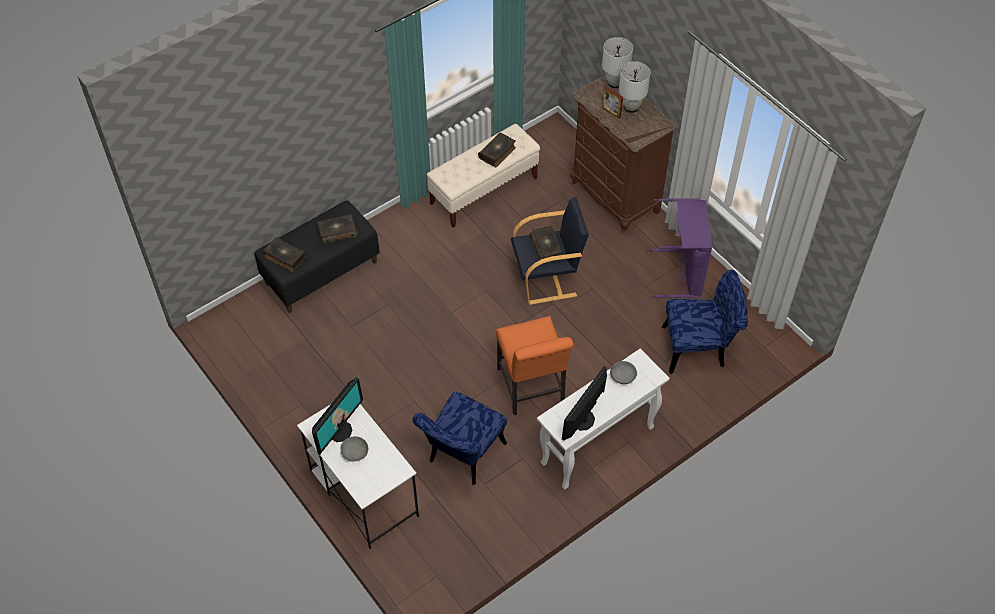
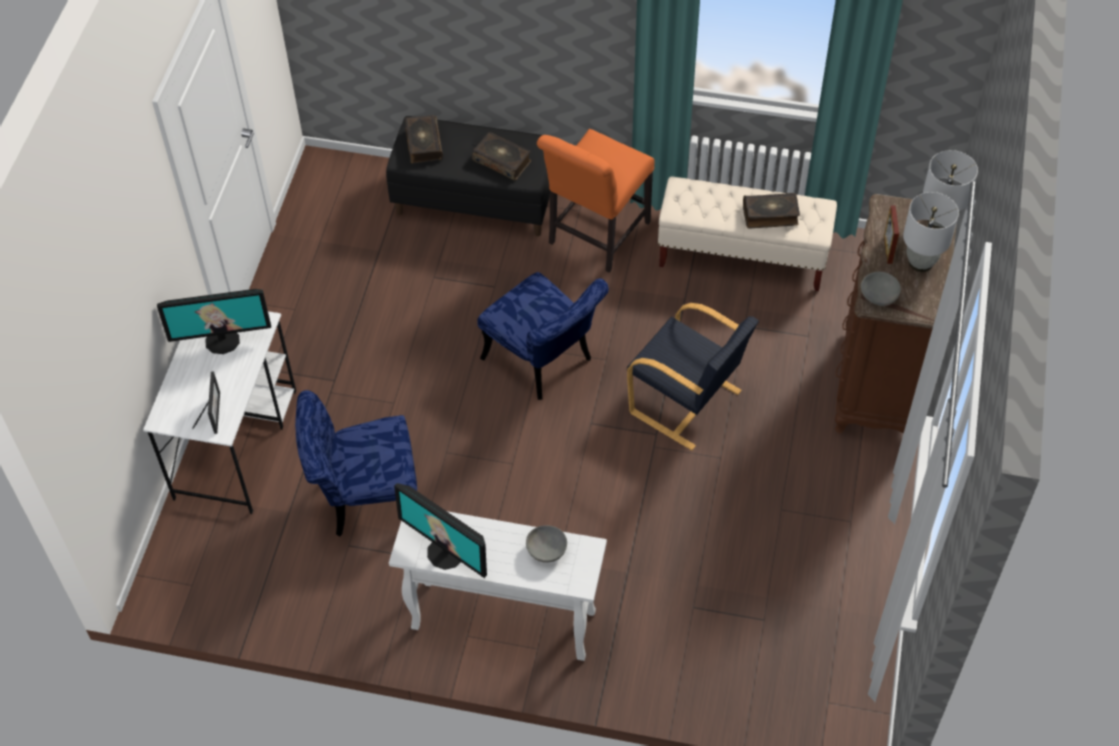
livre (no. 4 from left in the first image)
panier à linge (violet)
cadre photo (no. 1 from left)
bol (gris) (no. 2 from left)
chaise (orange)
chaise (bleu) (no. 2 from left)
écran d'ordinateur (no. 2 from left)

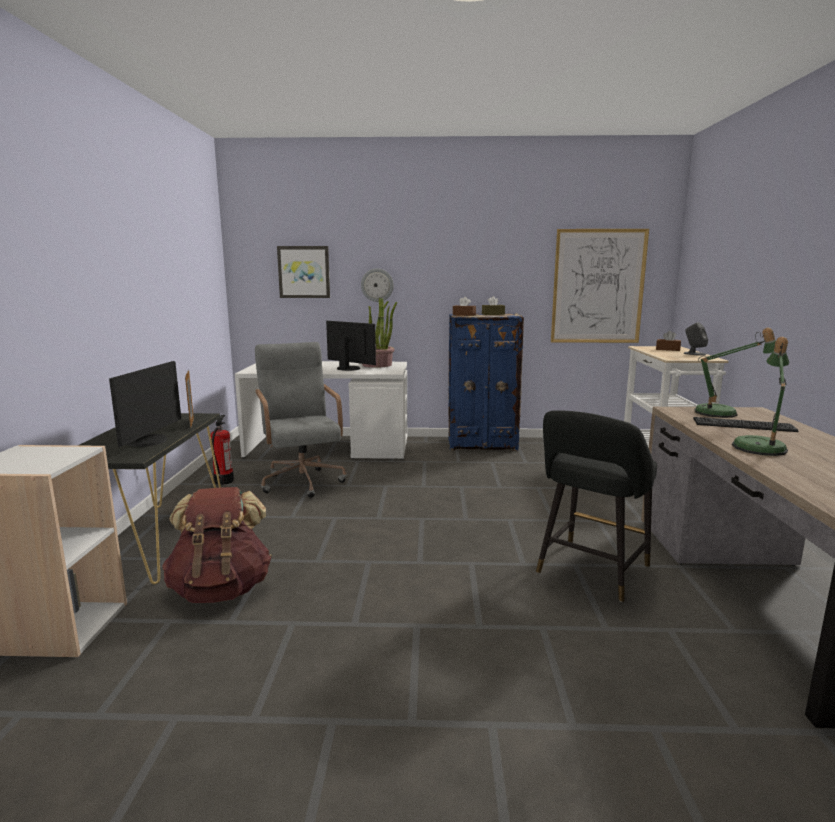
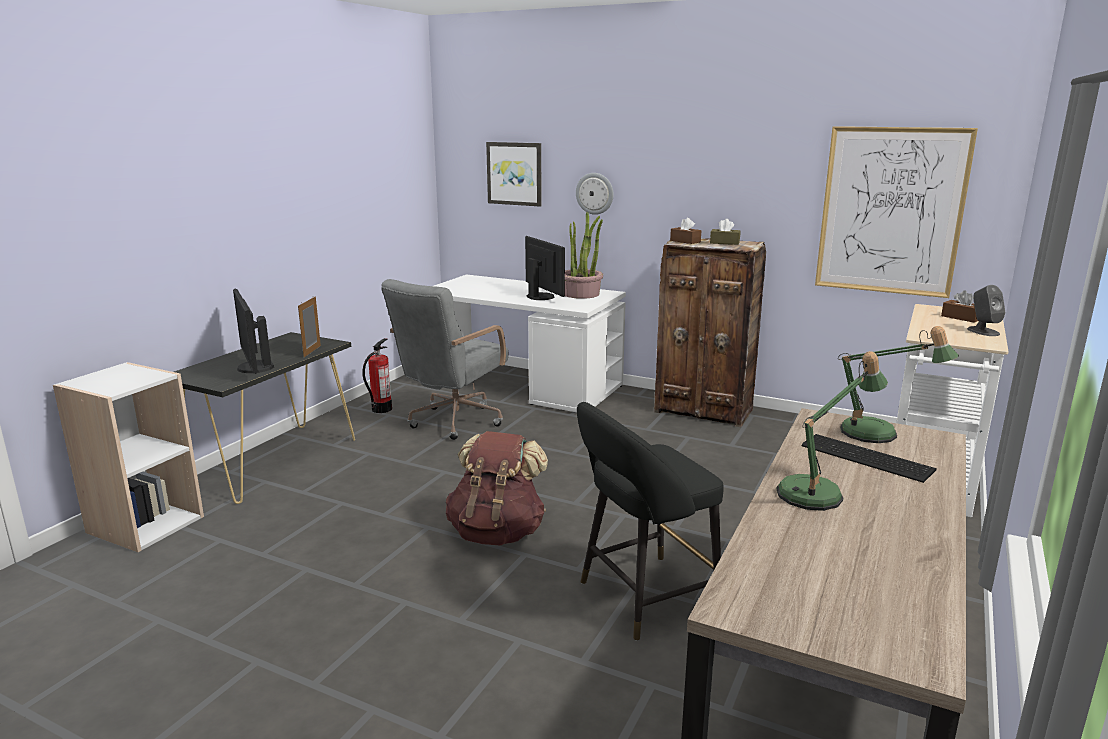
sac à dos (marron)
meuble de rangement (marron)
écran d'ordinateur (no. 1 from left)
chaise de bureau (gris)

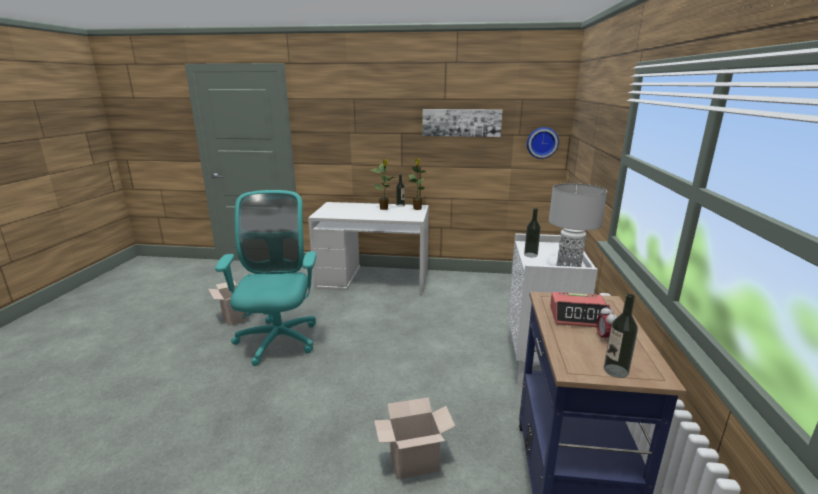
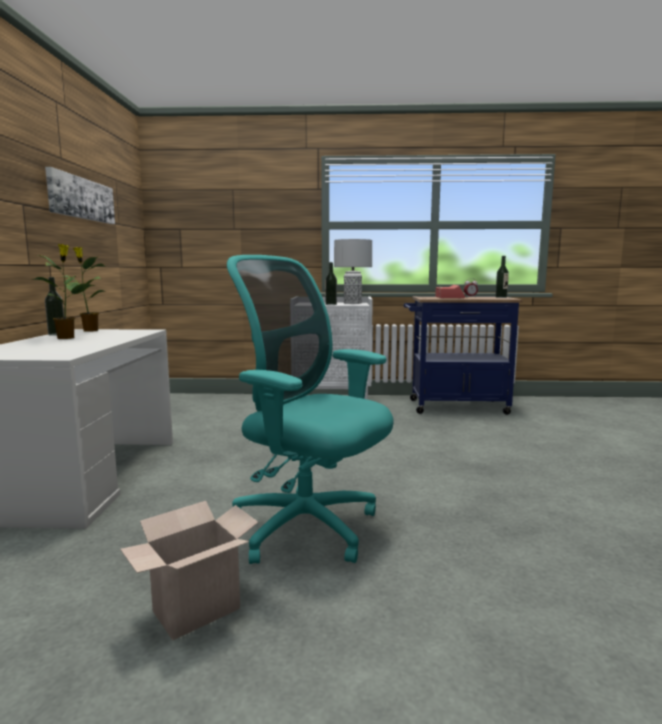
carton (no. 2 from left in the first image)
horloge murale
chaise de bureau (turquoise)

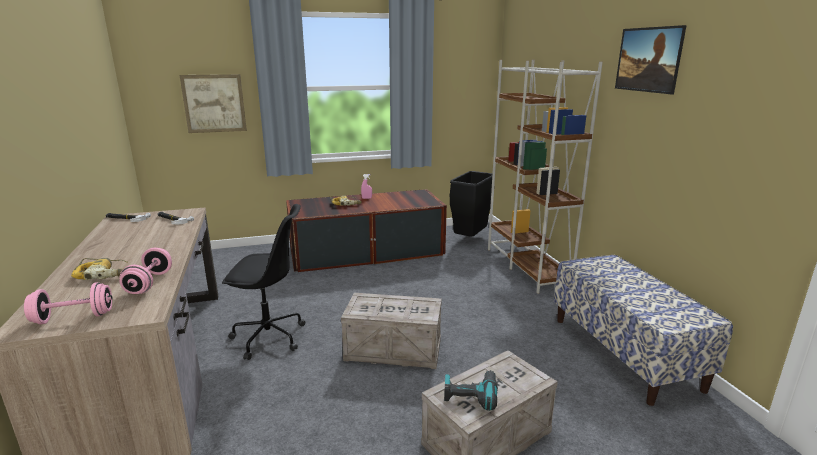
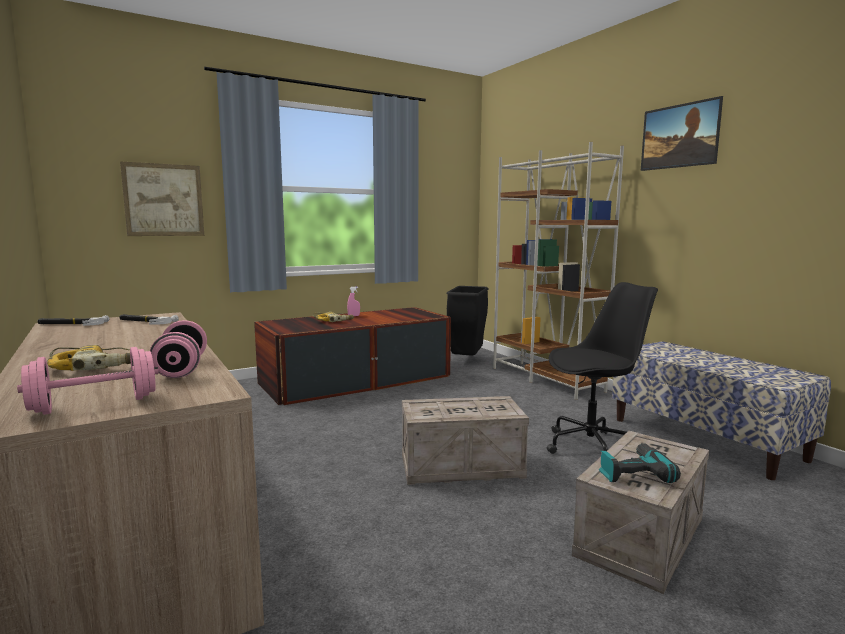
chaise de bureau (noir)

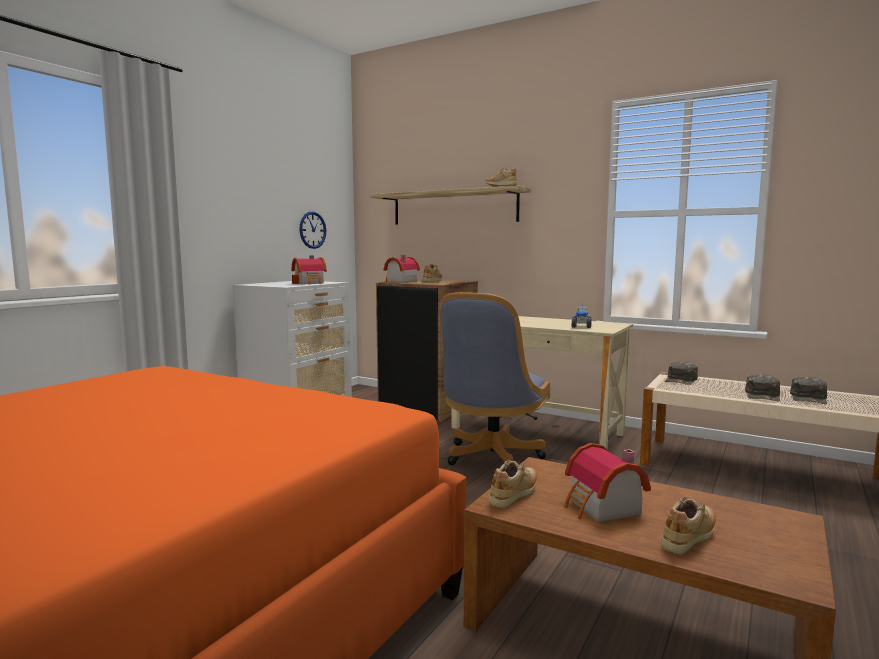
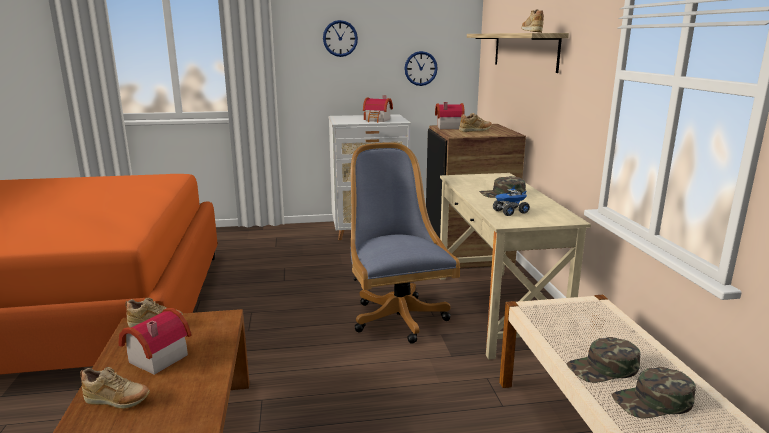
horloge murale (no. 1 from left)
casquette (vert) (no. 1 from left)
chaise de bureau (bleu)

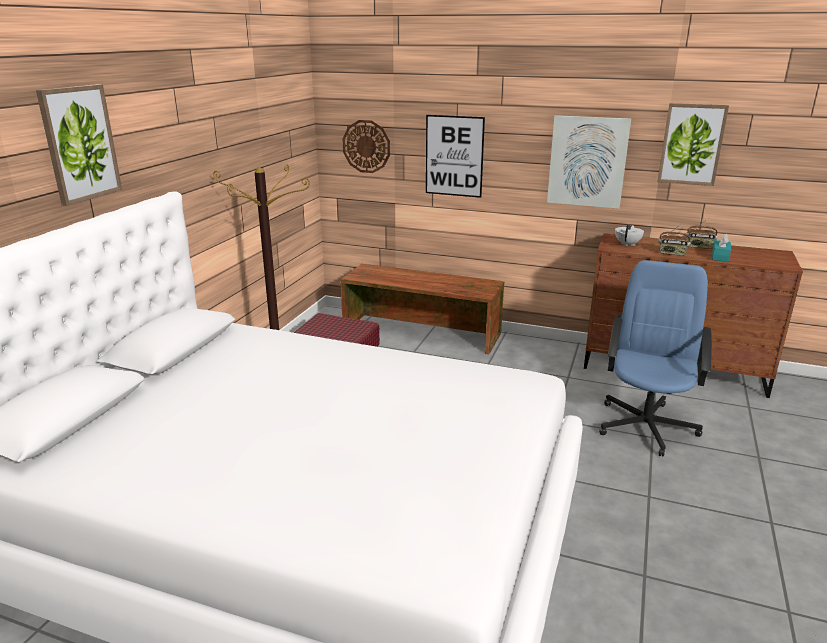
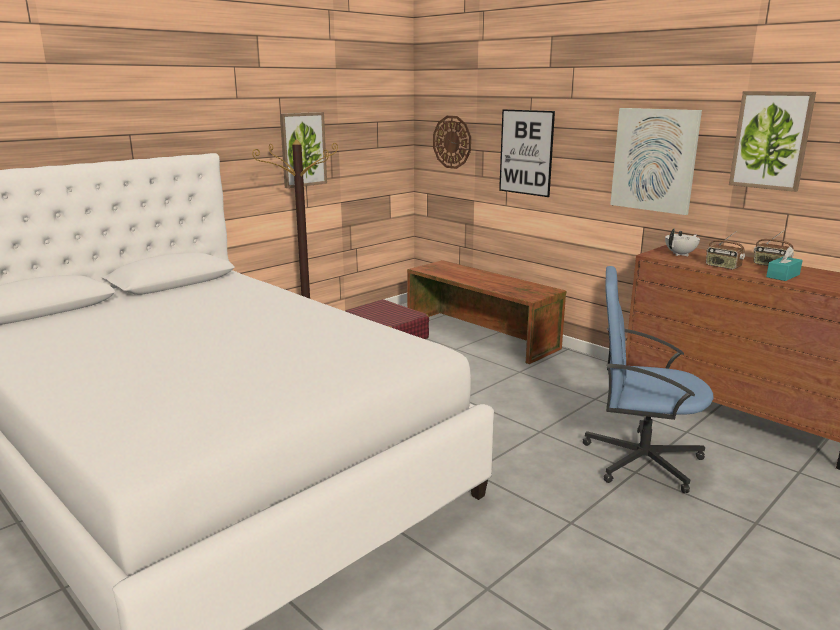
tableau (no. 1 from left)
chaise de bureau (bleu)

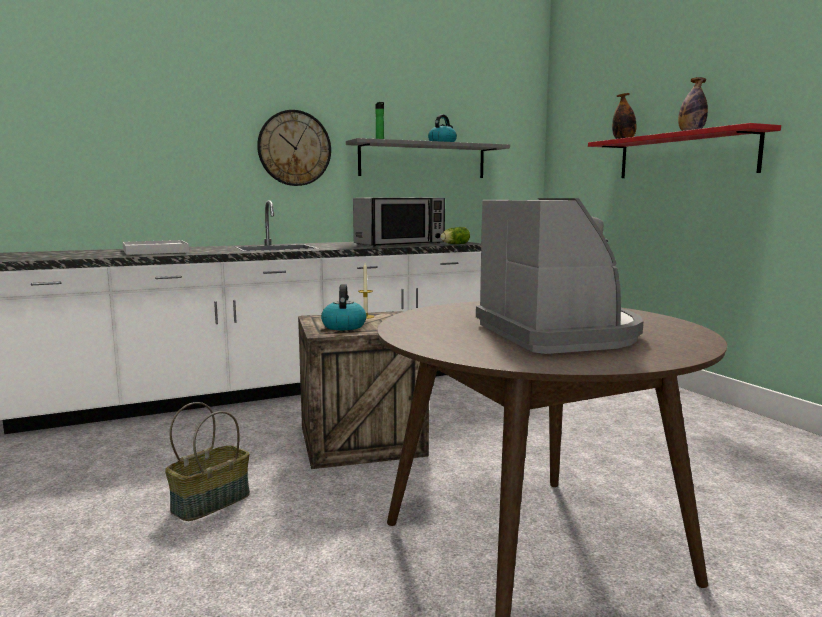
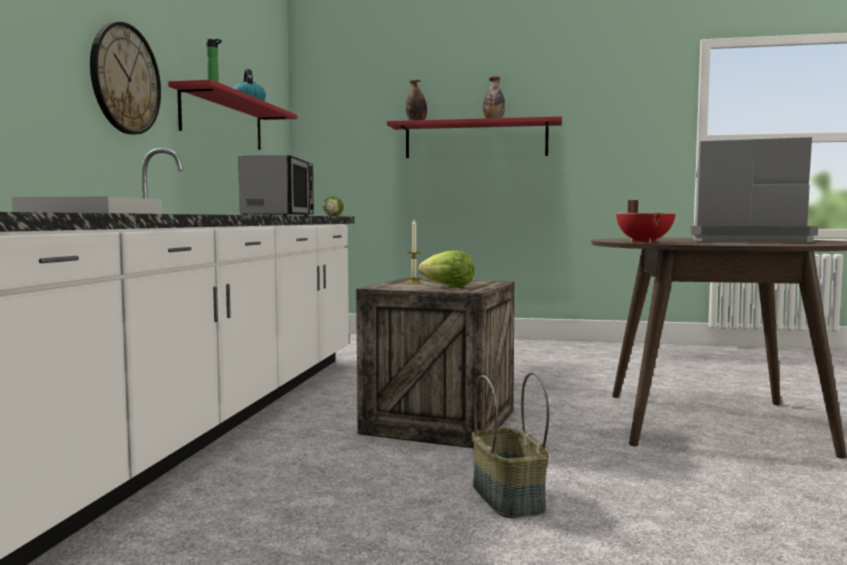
marmite (rouge)
laitue (no. 2 from left)
étagère (rouge) (no. 1 from left)

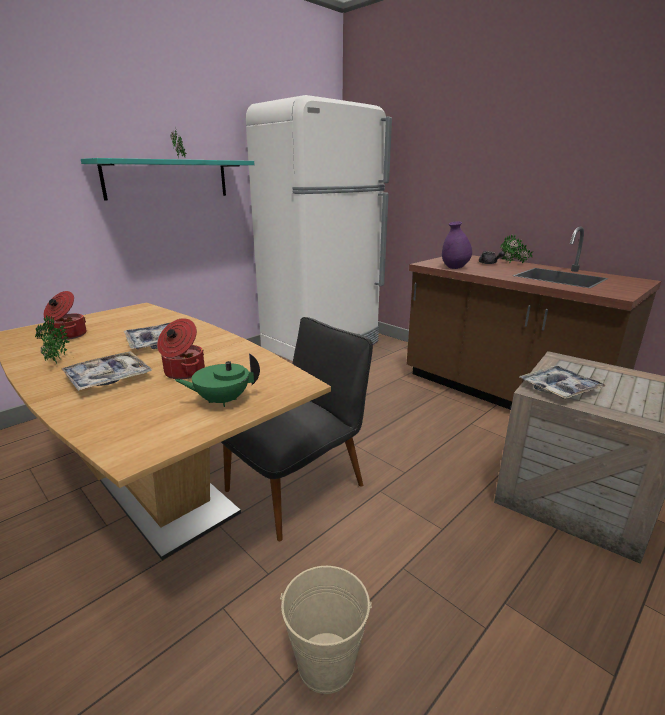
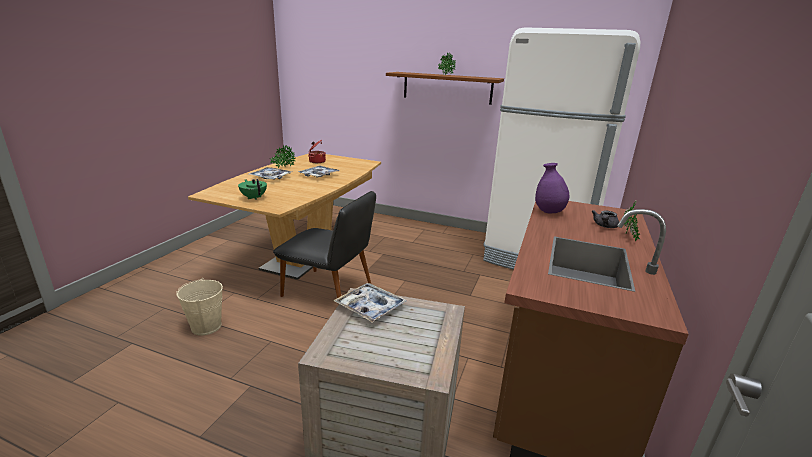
marmite (no. 2 from left in the first image)
étagère (marron)

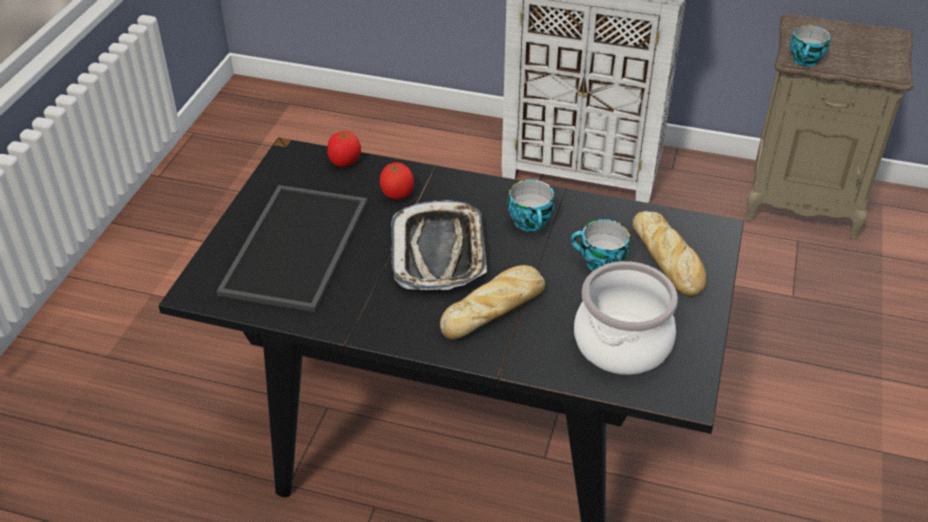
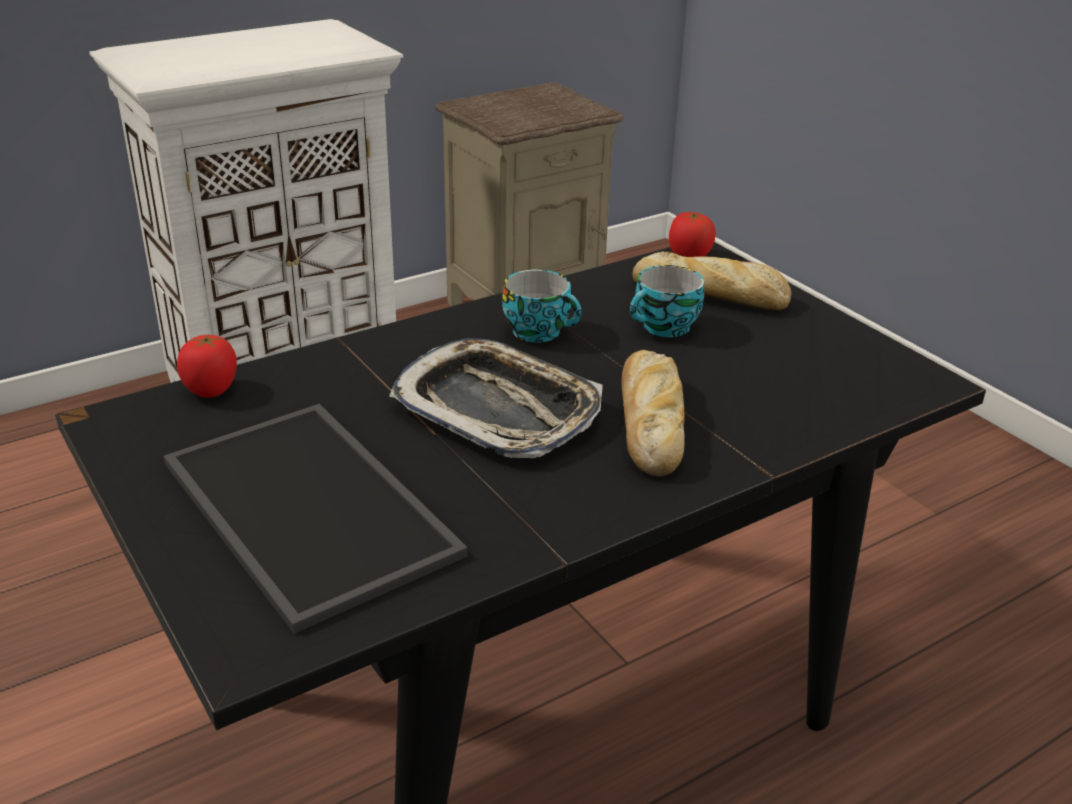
marmite
tasse (no. 3 from left in the first image)
tomate (no. 2 from left)

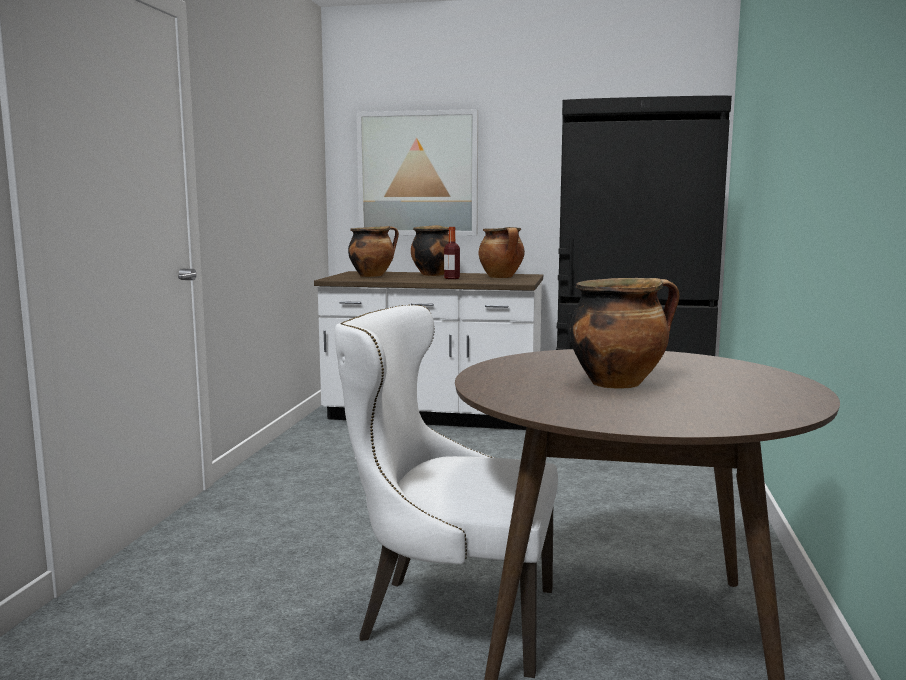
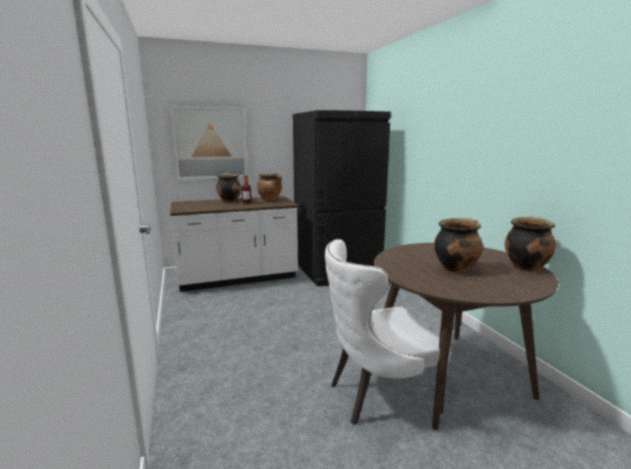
marmite (no. 4 from left)

